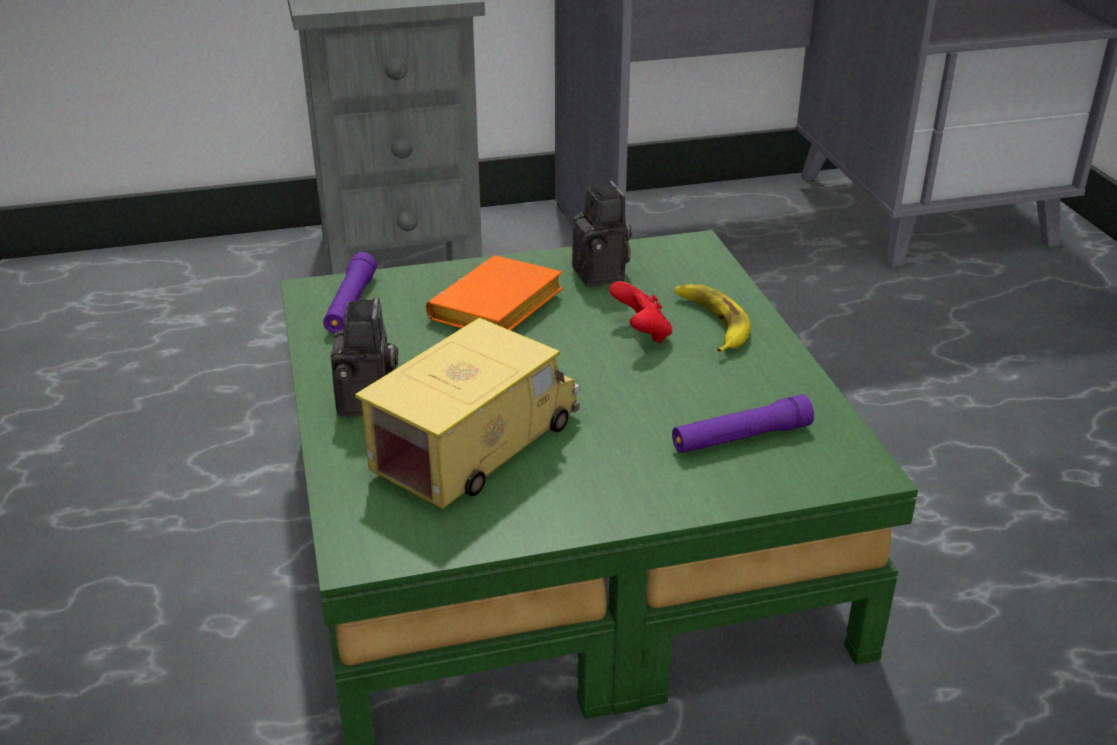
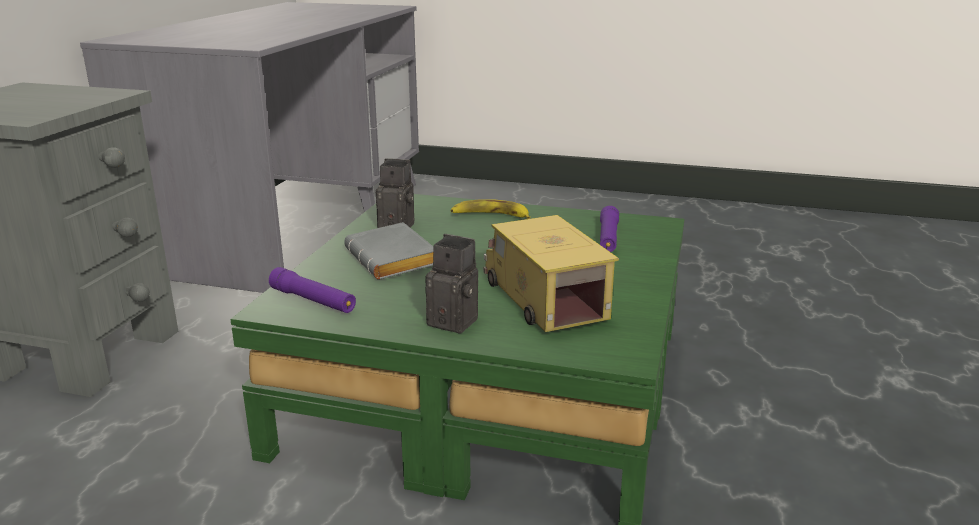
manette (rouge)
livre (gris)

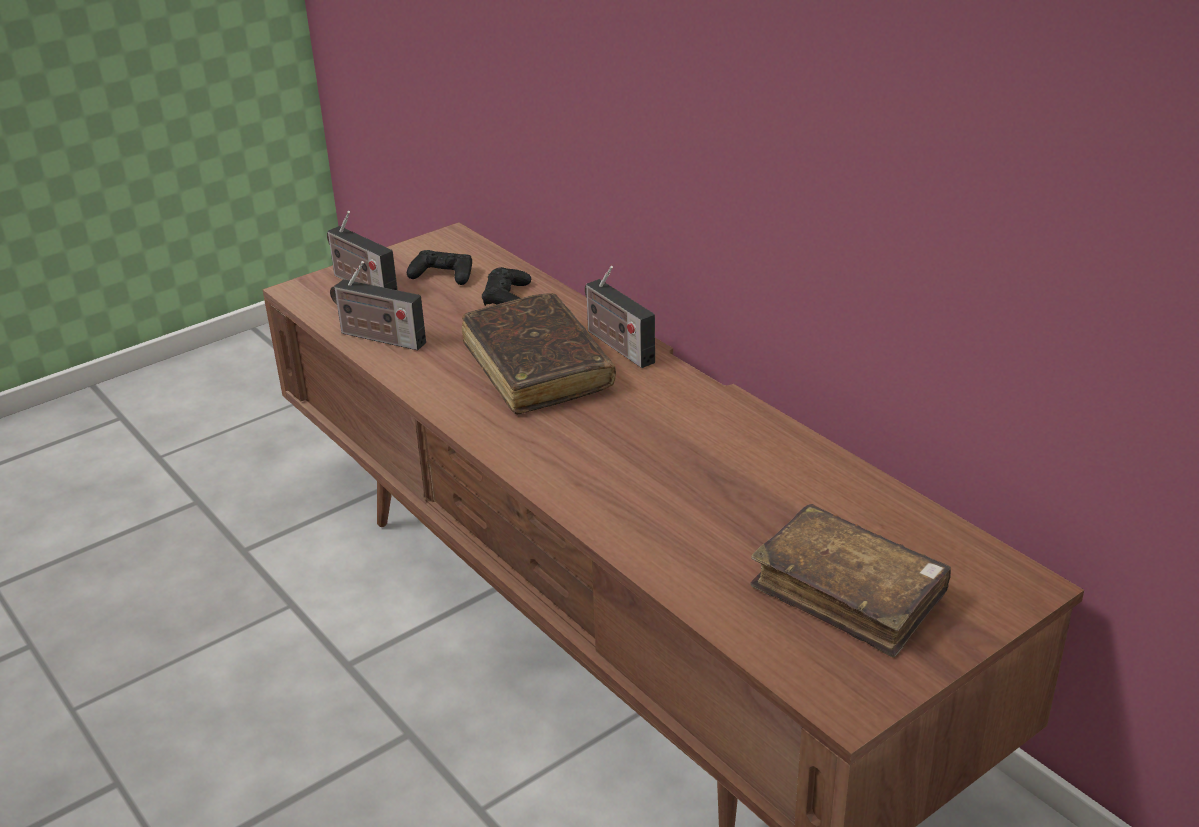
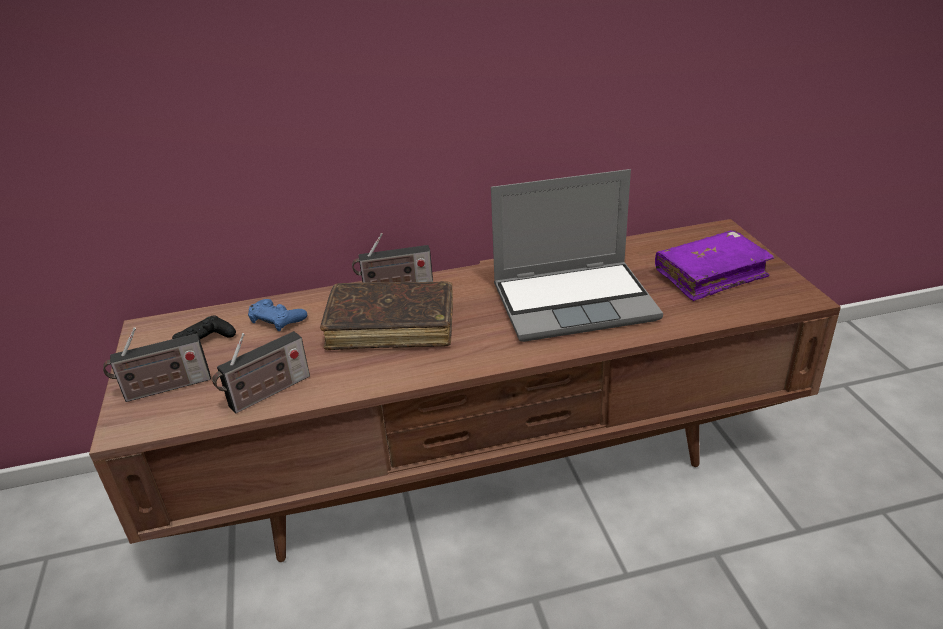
ordinateur portable
manette (bleu)
livre (violet)

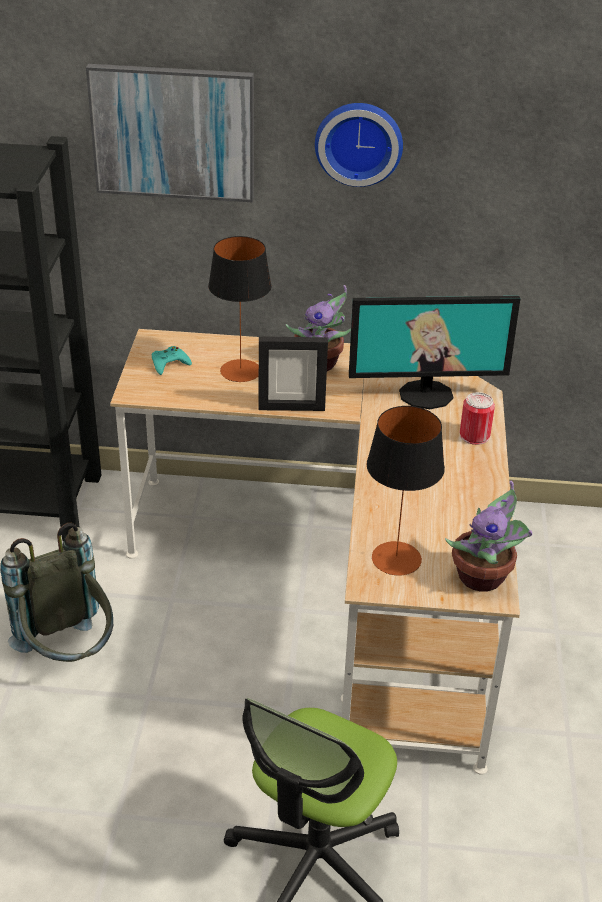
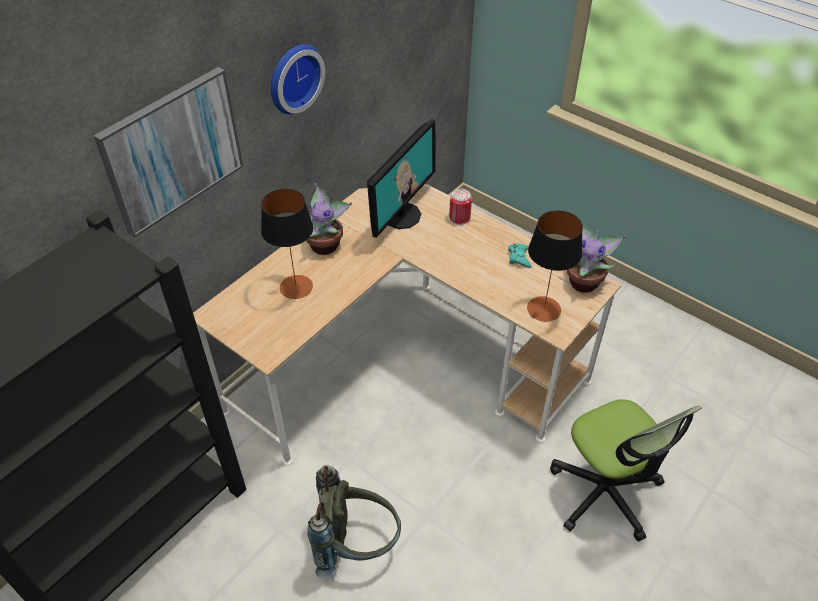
cadre photo
manette (turquoise)

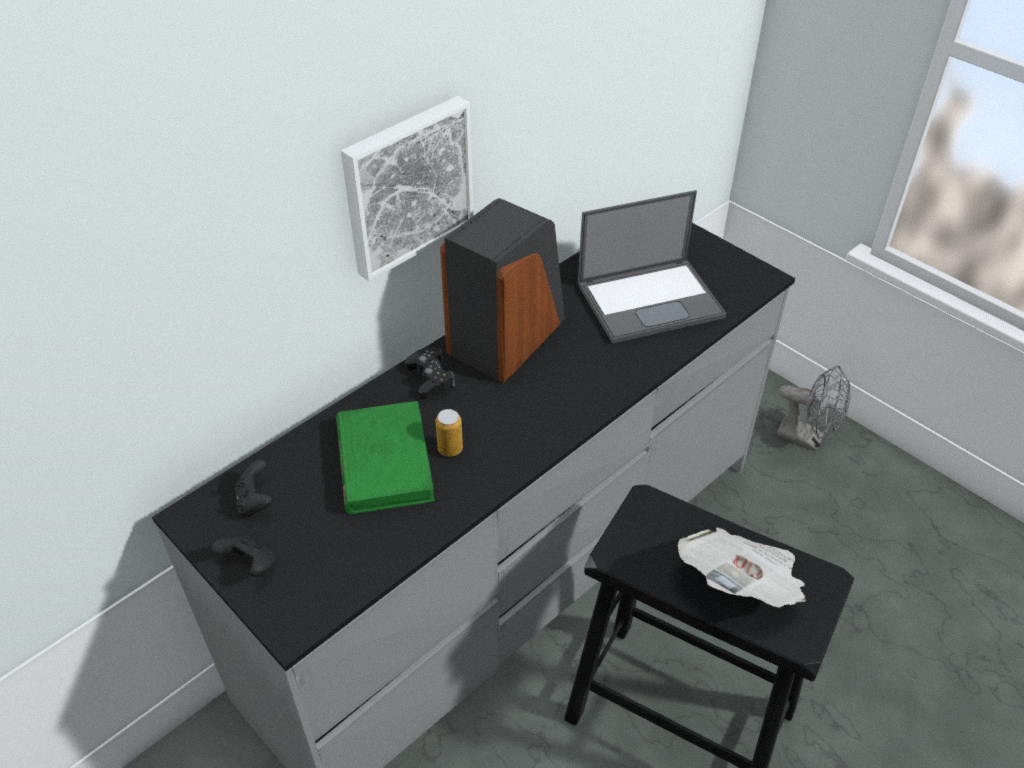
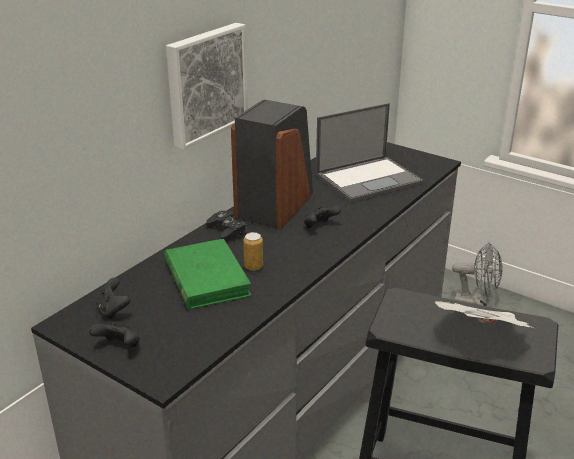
manette (noir) (no. 4 from left)

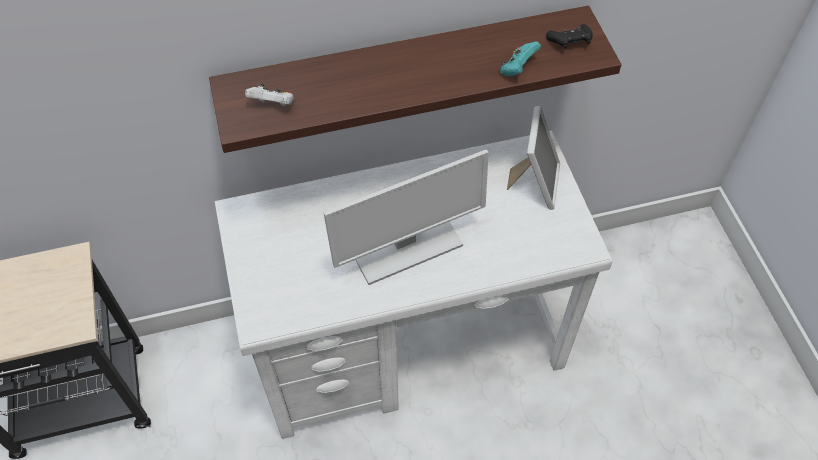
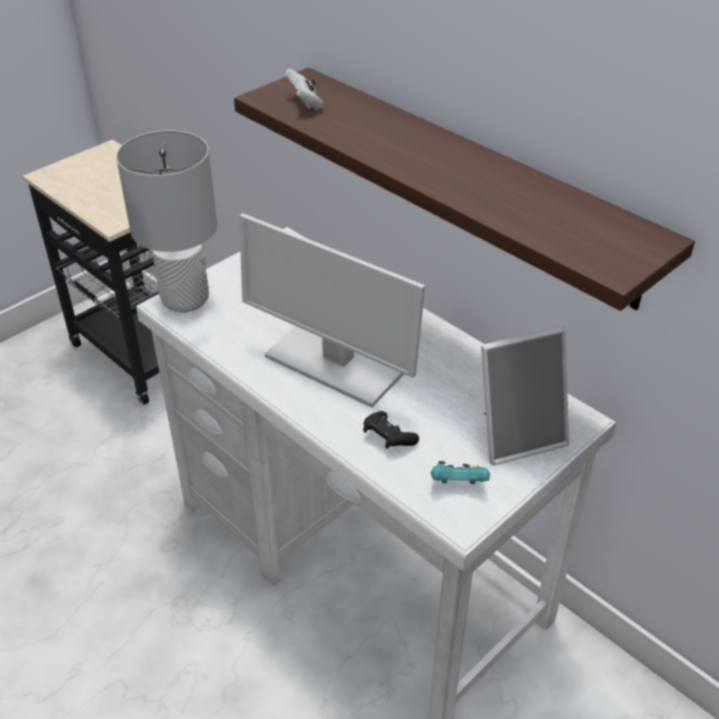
lampe de table (gris)
manette (turquoise)
manette (noir)

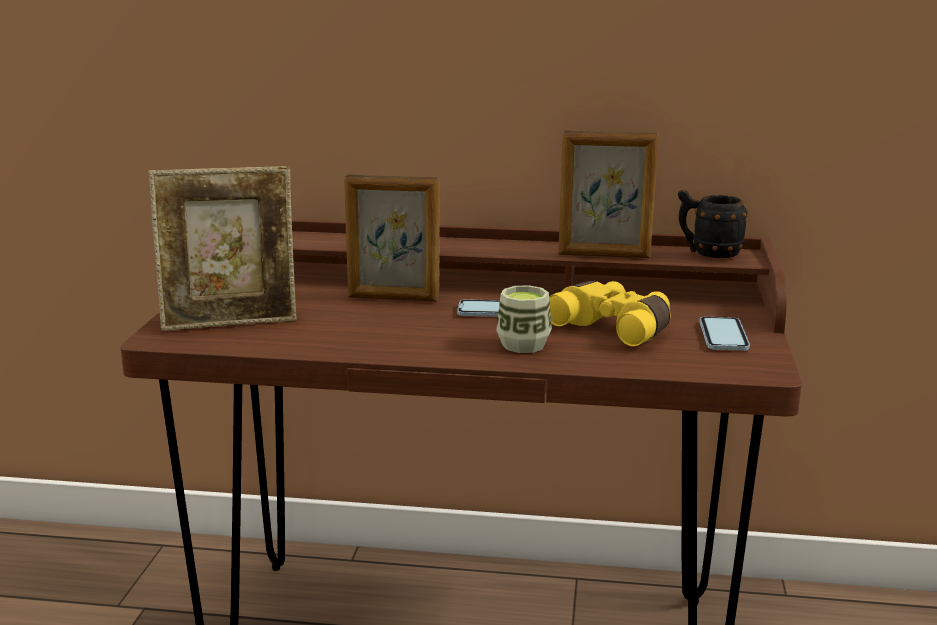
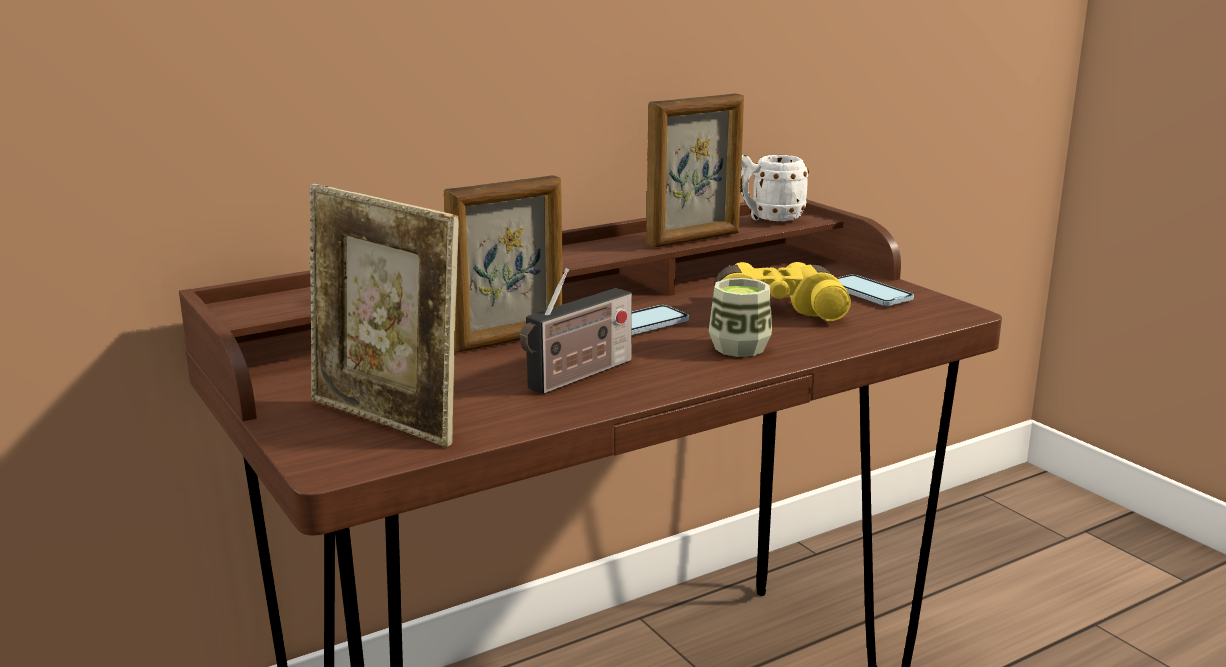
radio
mug (blanc)
cadre photo (no. 1 from left)

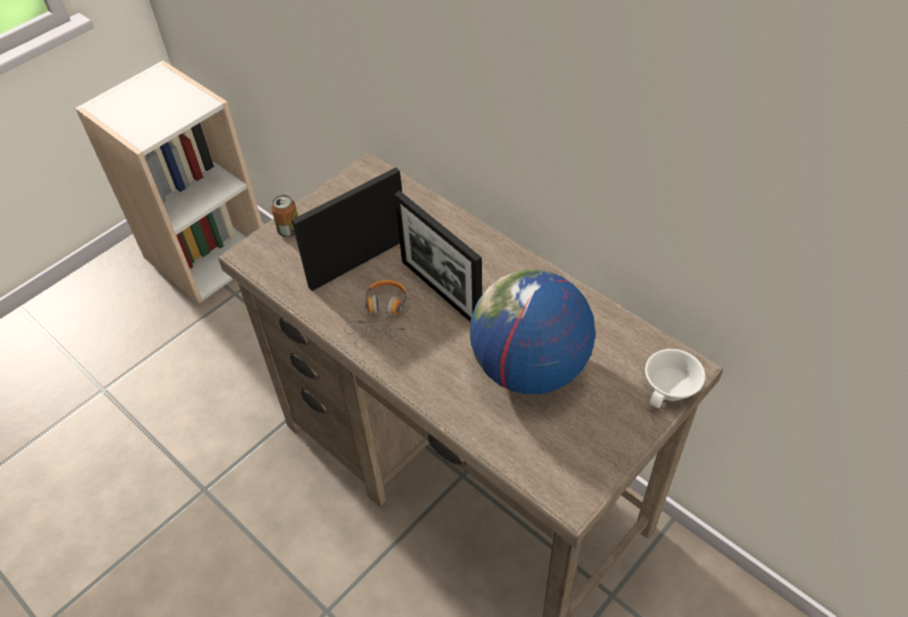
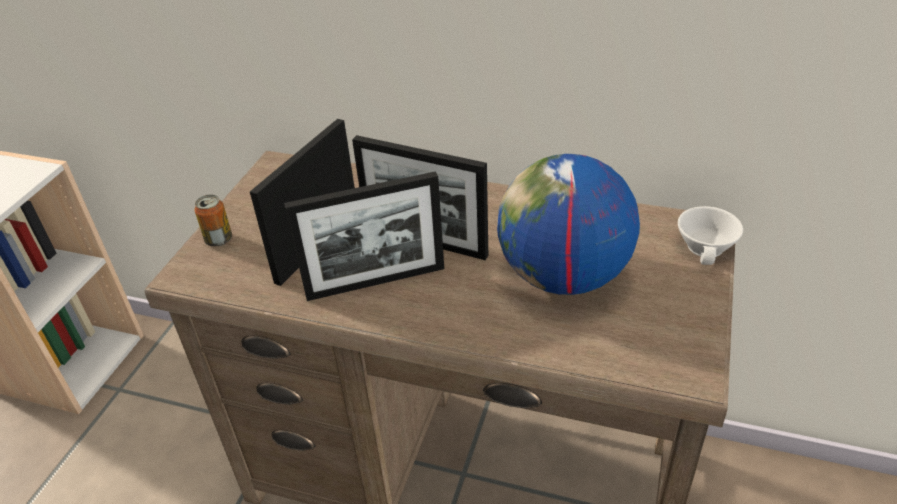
cadre photo (no. 2 from left)

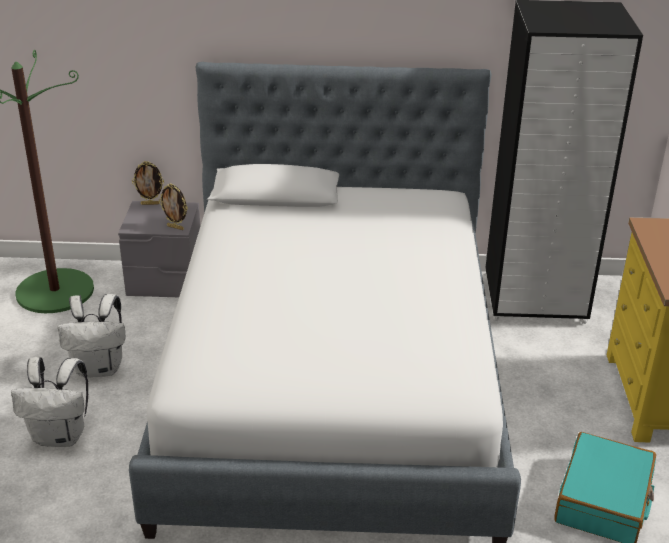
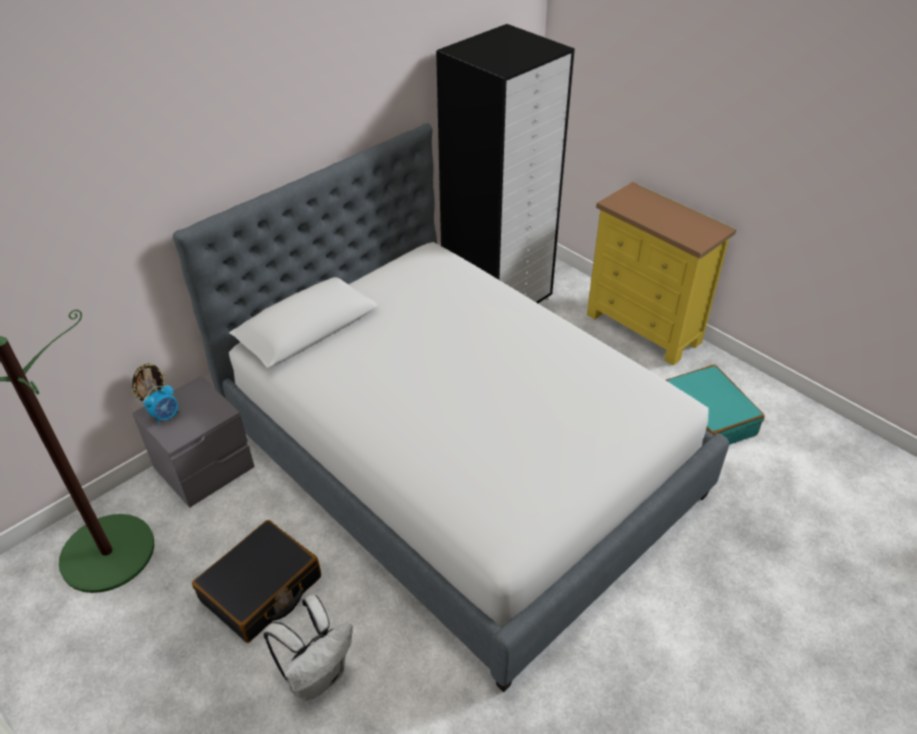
cadre photo (no. 2 from left in the first image)
réveil
valise (noir)

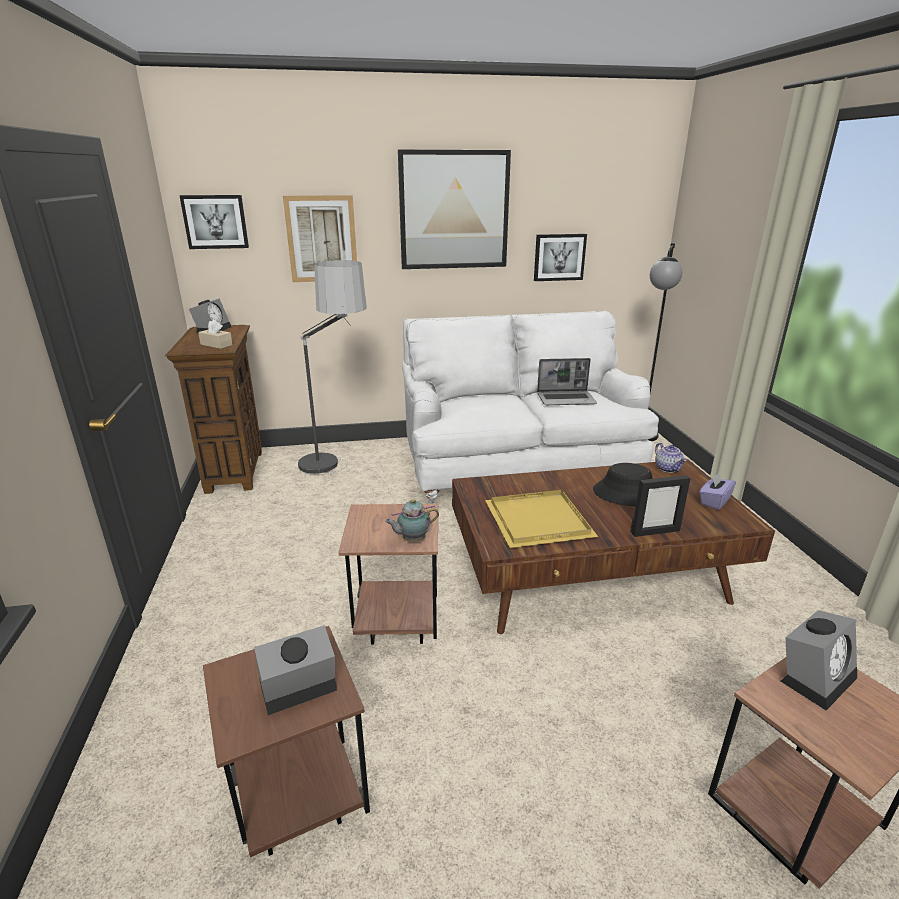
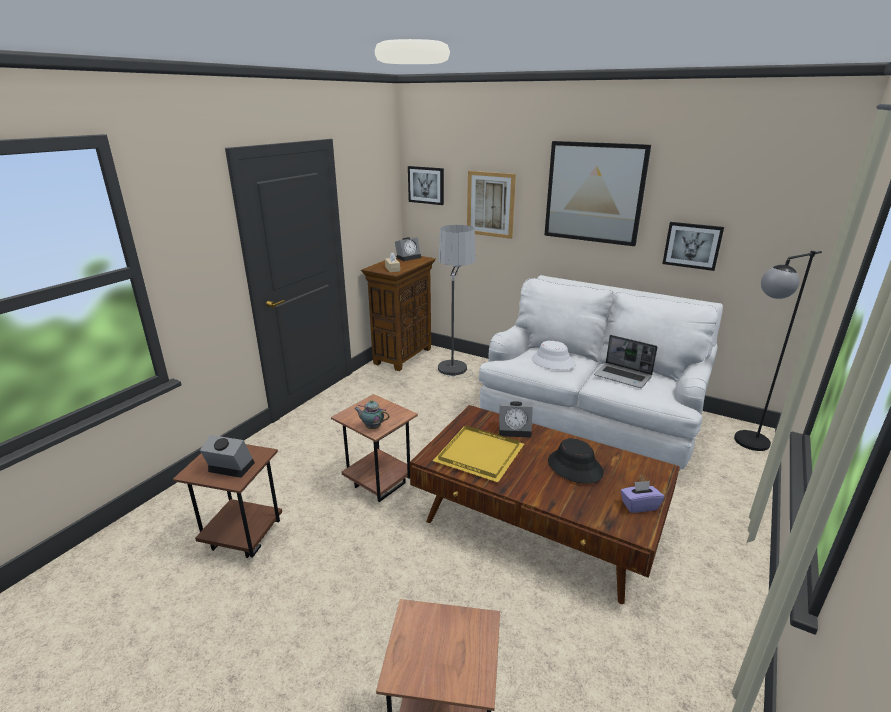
cadre photo
théière (no. 2 from left in the first image)
chapeau (blanc)
réveil (no. 3 from left)

